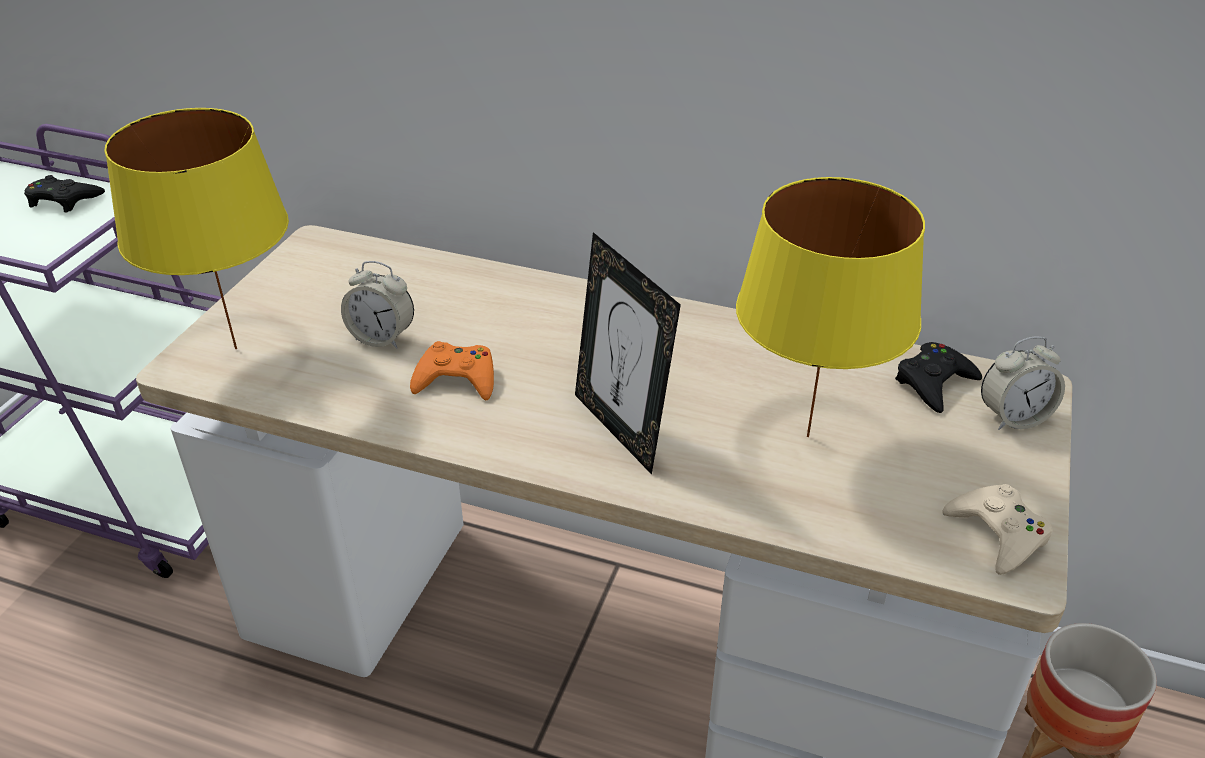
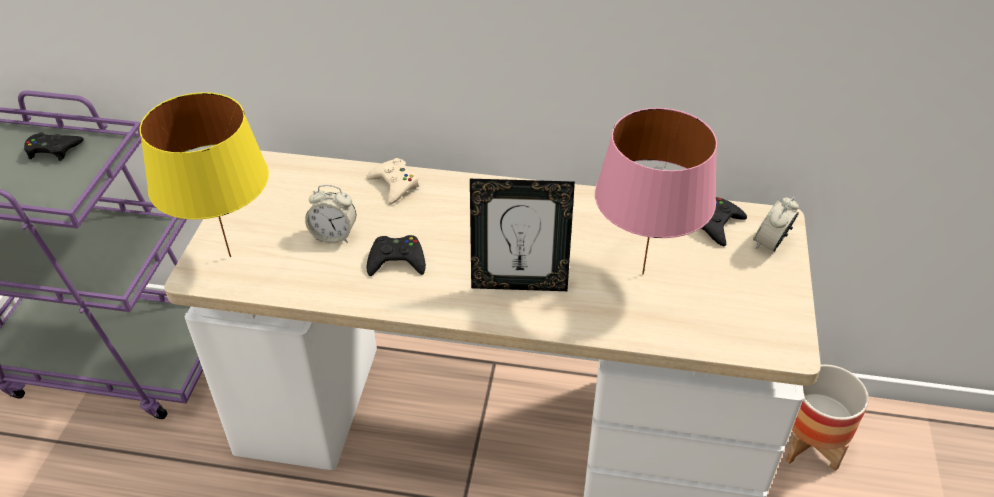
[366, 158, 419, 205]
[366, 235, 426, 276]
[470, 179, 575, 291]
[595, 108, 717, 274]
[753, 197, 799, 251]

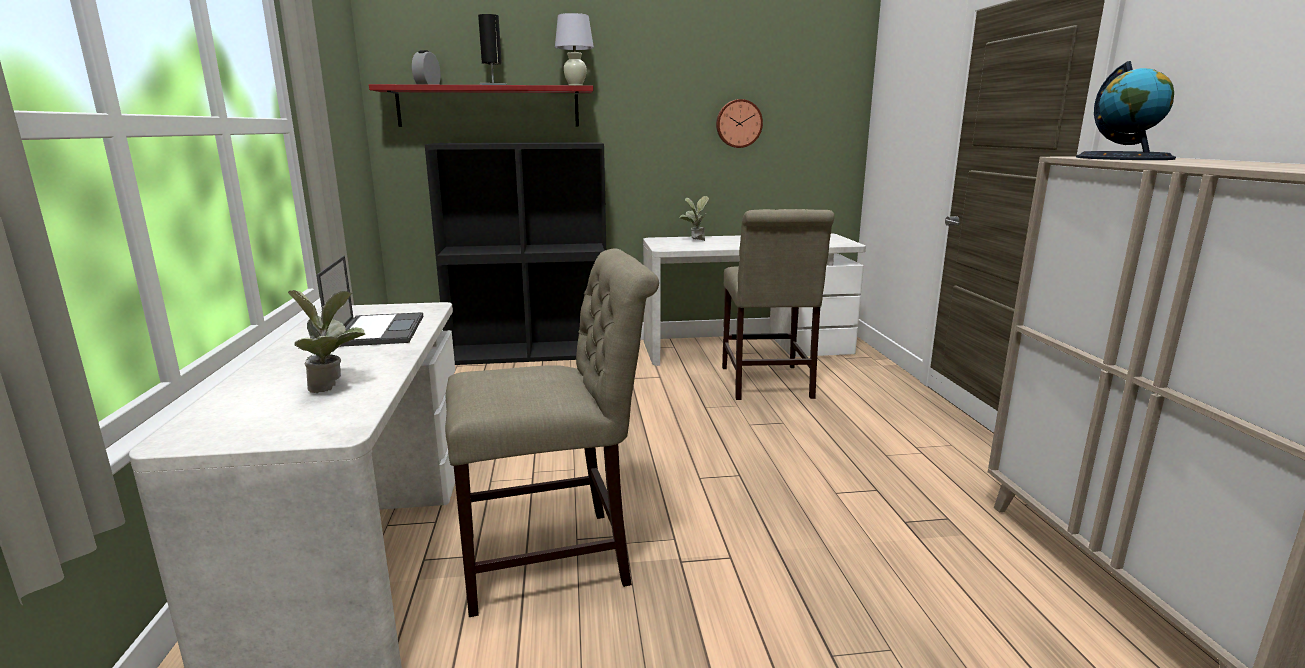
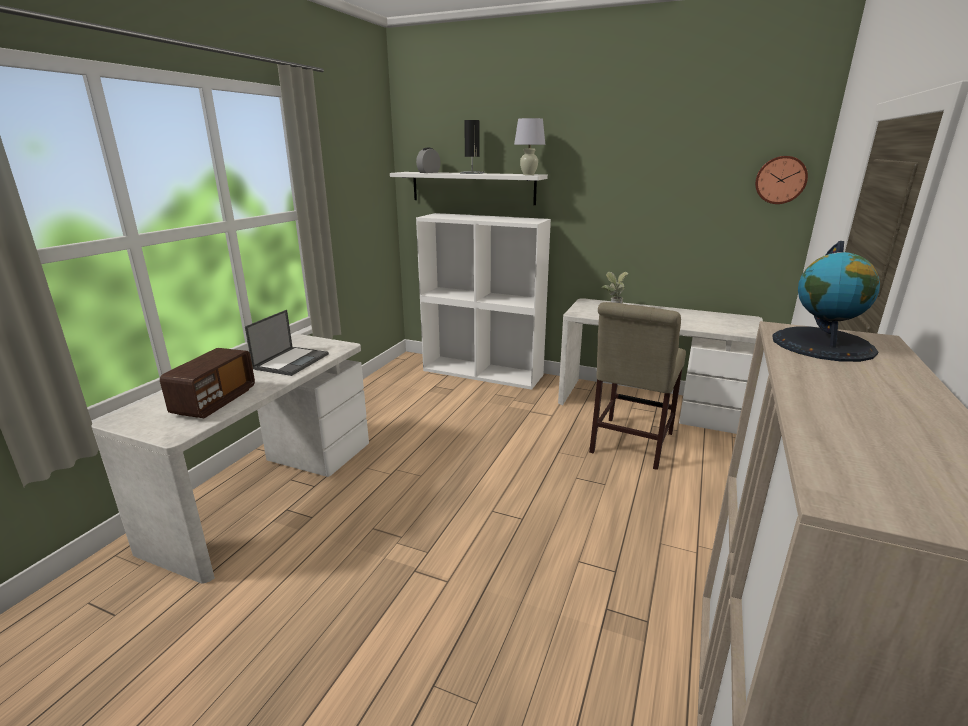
[160, 348, 255, 418]
[390, 172, 548, 205]
[416, 213, 551, 390]
[755, 156, 808, 204]
[445, 249, 659, 617] (first image)

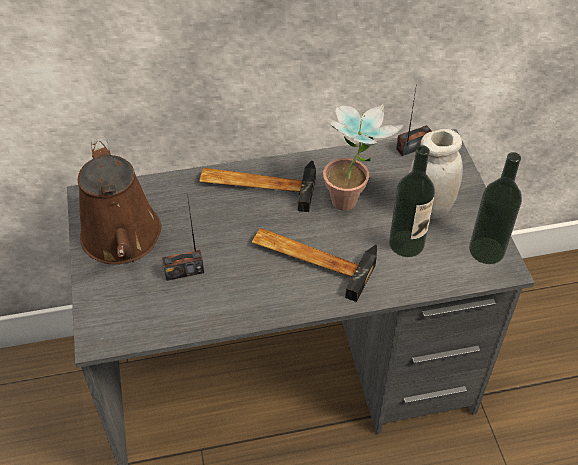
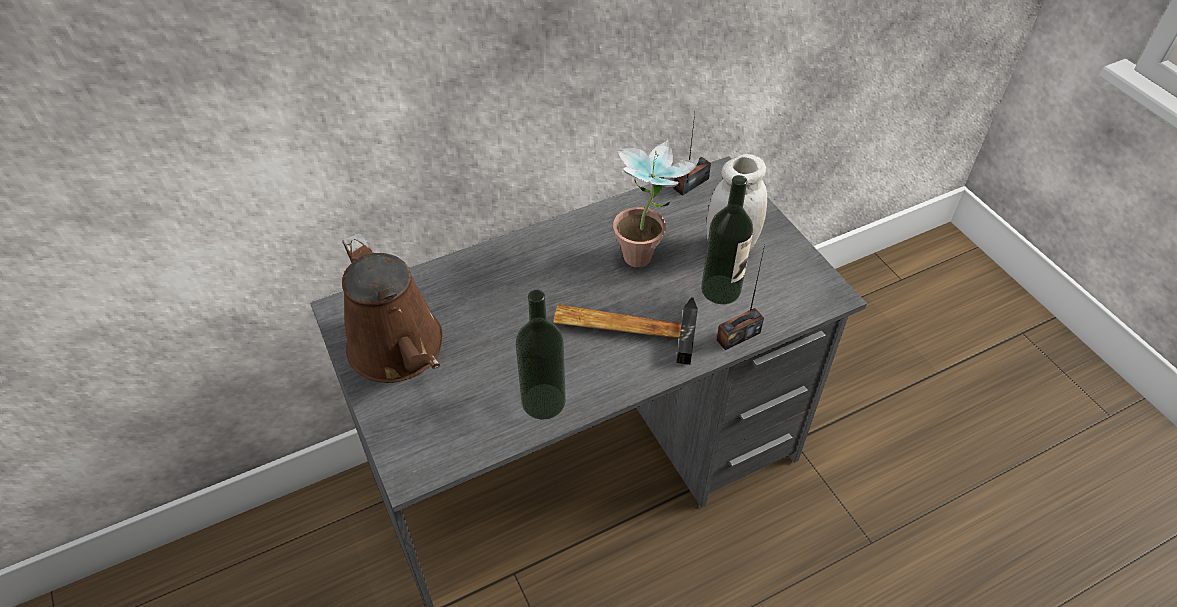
[516, 290, 566, 420]
[717, 245, 765, 350]
[199, 161, 316, 212] (first image)

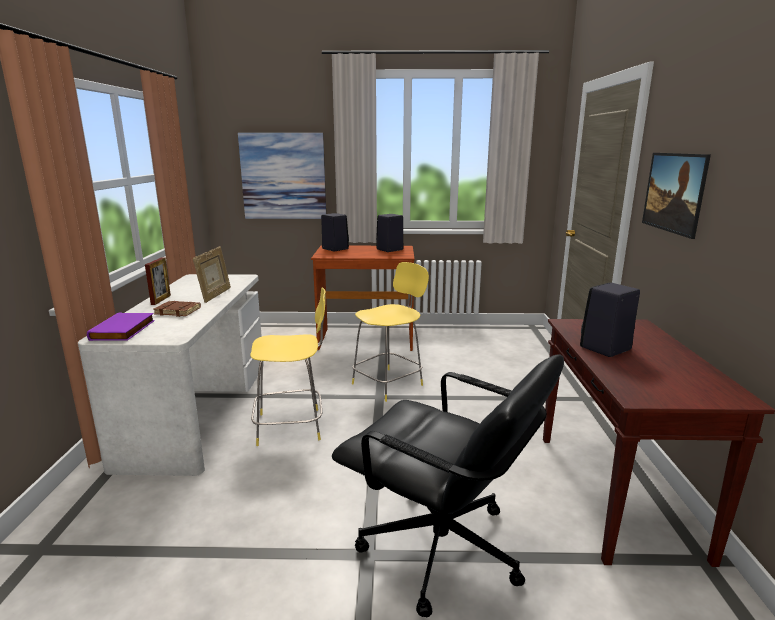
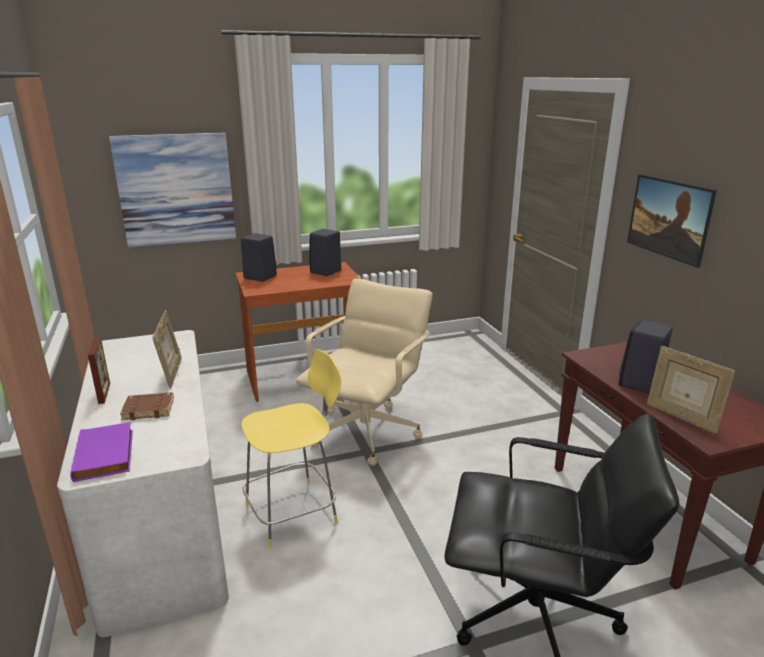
[296, 278, 433, 466]
[647, 346, 735, 433]

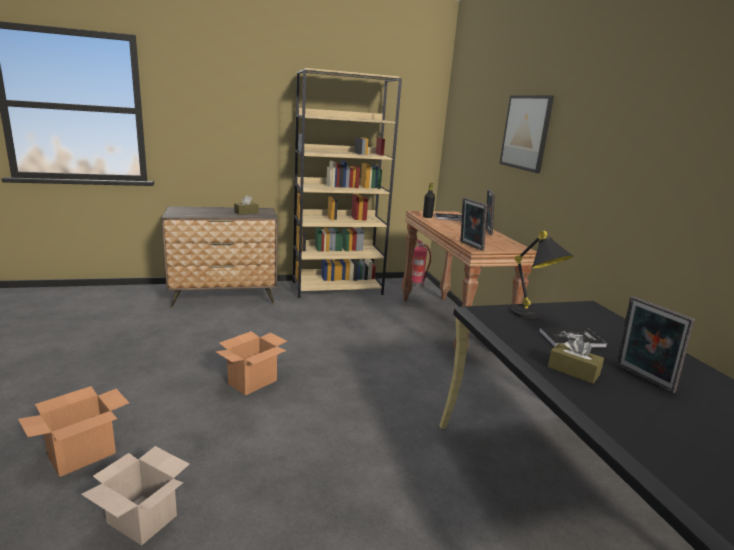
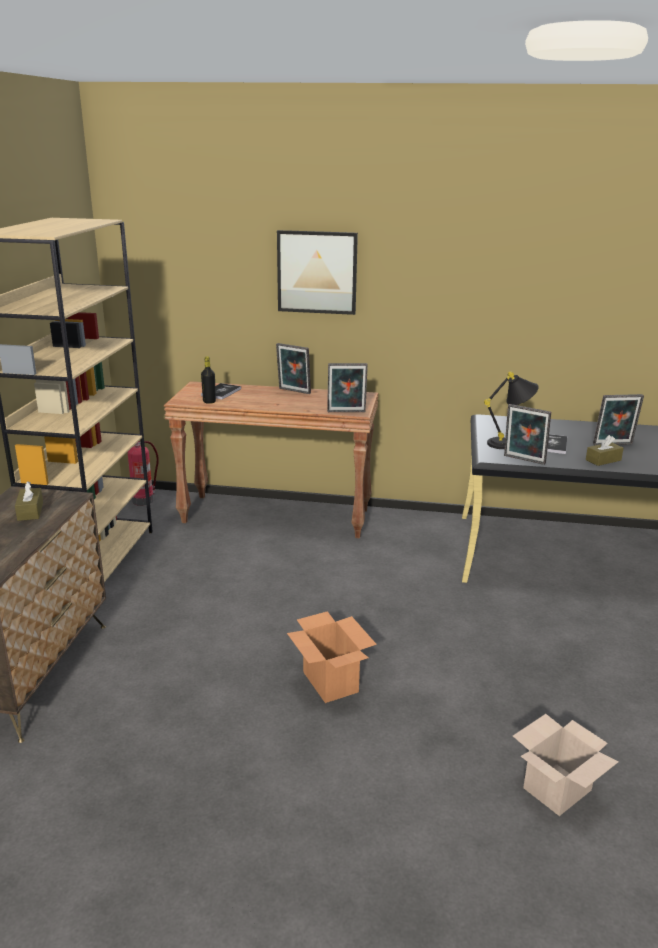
[504, 404, 551, 465]
[18, 386, 129, 477] (first image)

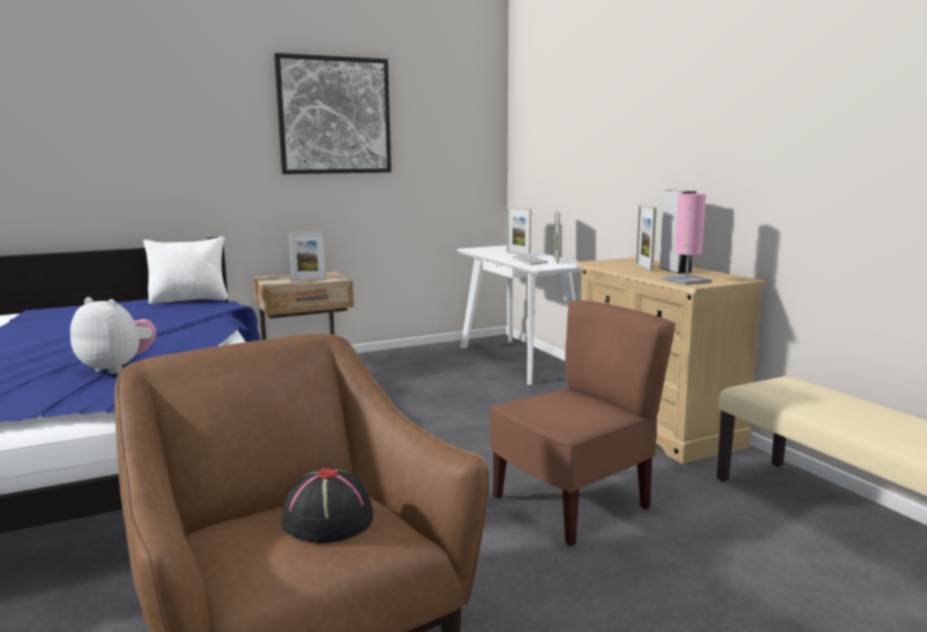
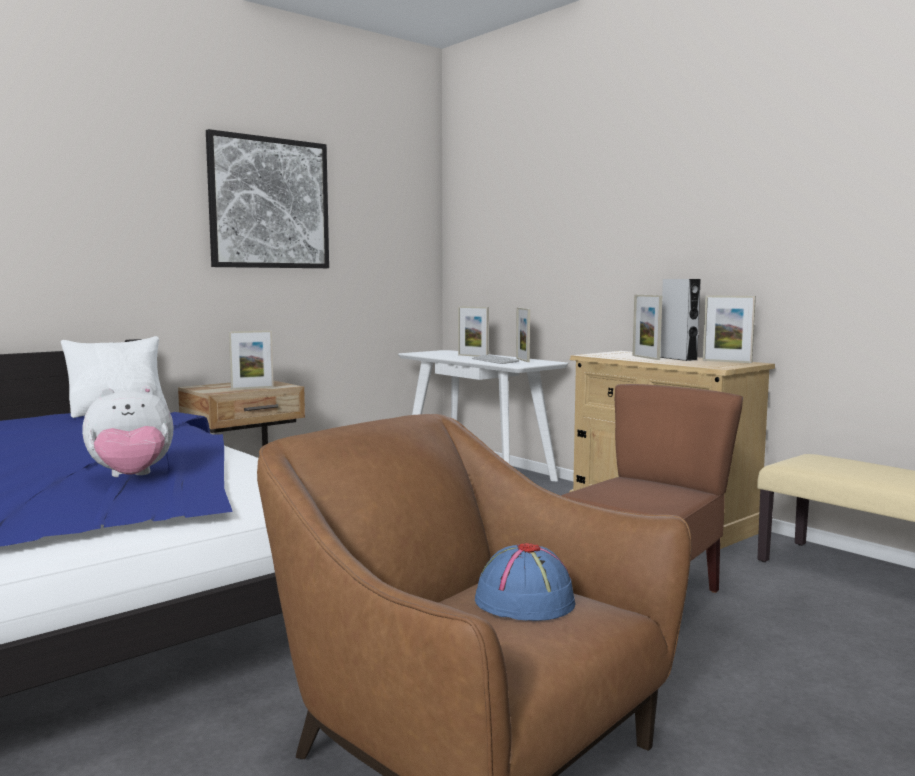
[82, 386, 174, 477]
[475, 543, 575, 621]
[703, 295, 756, 363]
[662, 193, 712, 285] (first image)

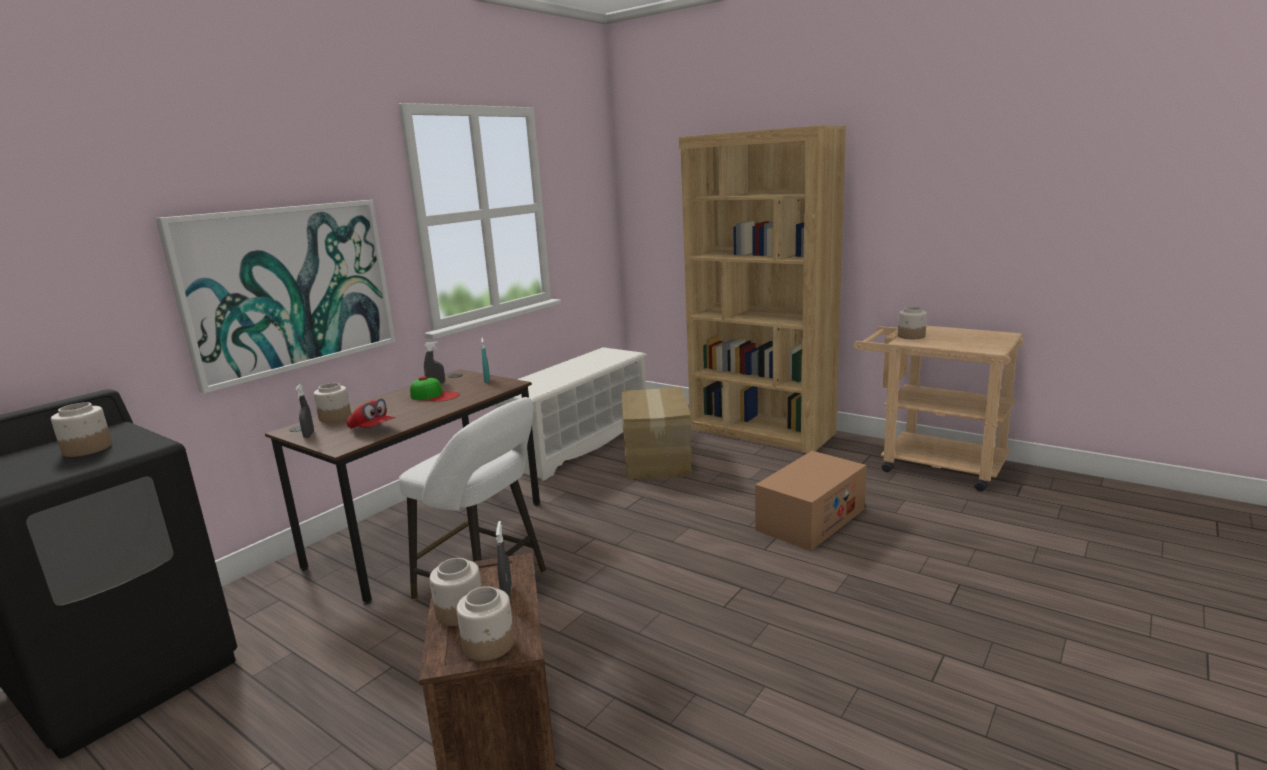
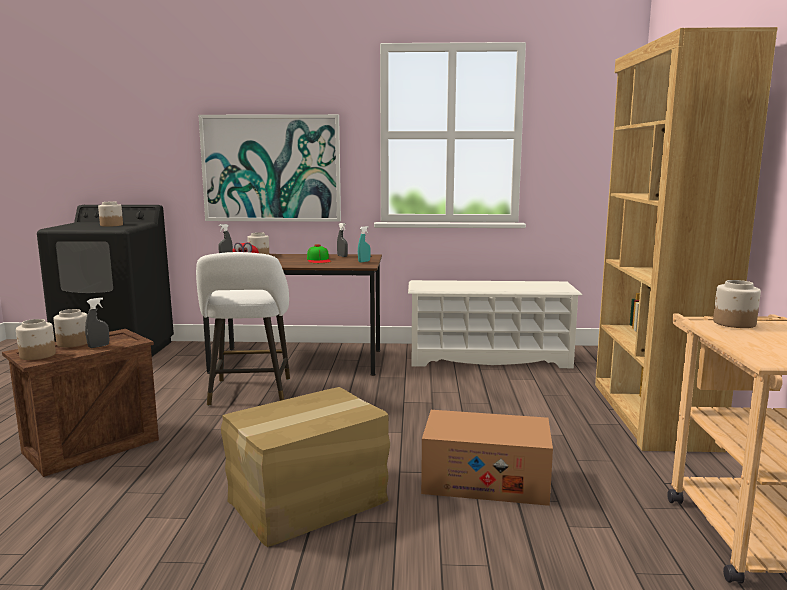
[221, 387, 390, 547]

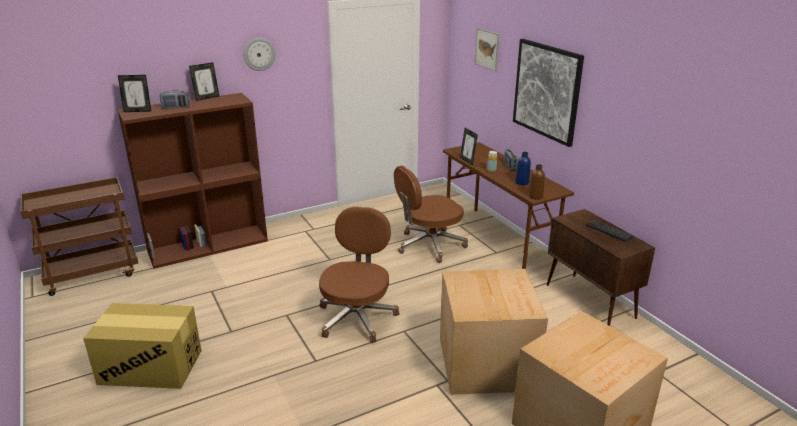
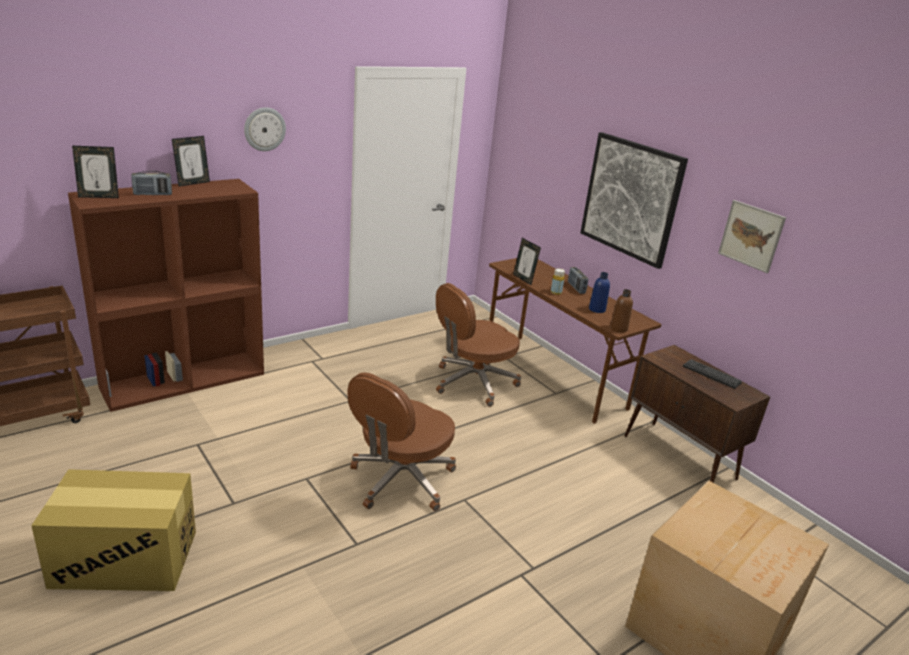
[348, 372, 456, 511]
[718, 200, 786, 273]
[440, 269, 548, 395] (first image)

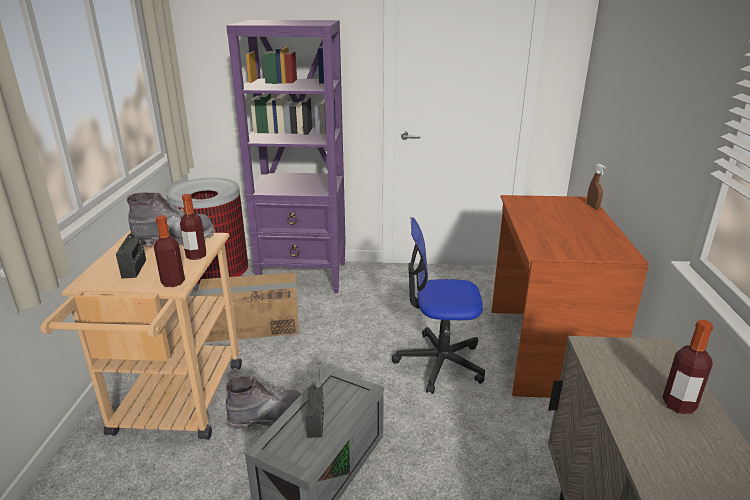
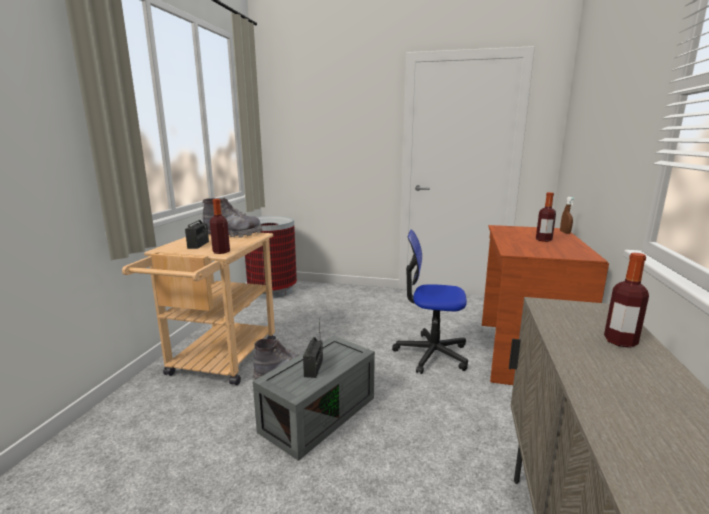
[536, 192, 556, 242]
[195, 272, 299, 342] (first image)
[226, 20, 346, 293] (first image)

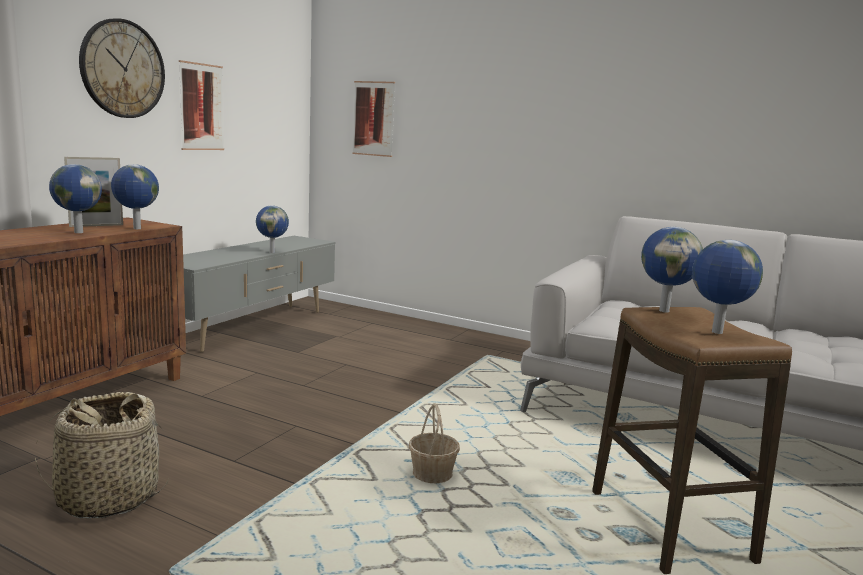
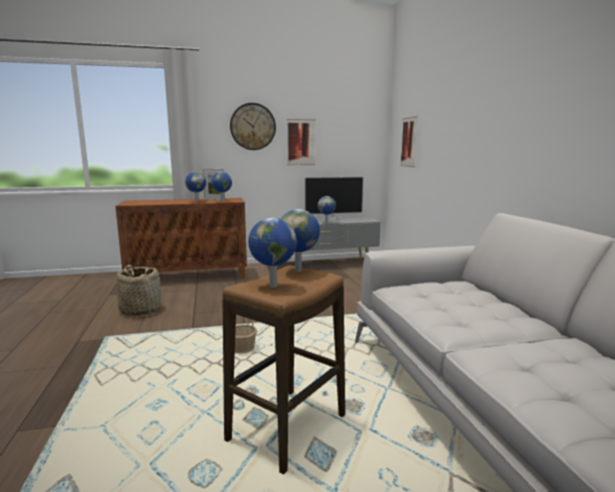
[304, 177, 364, 219]

